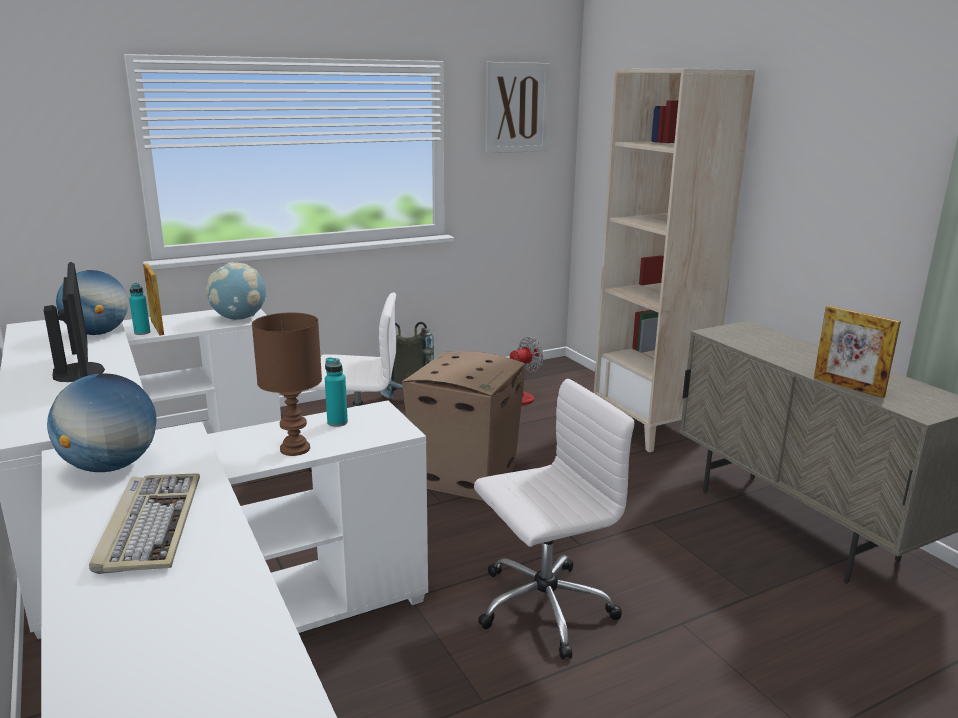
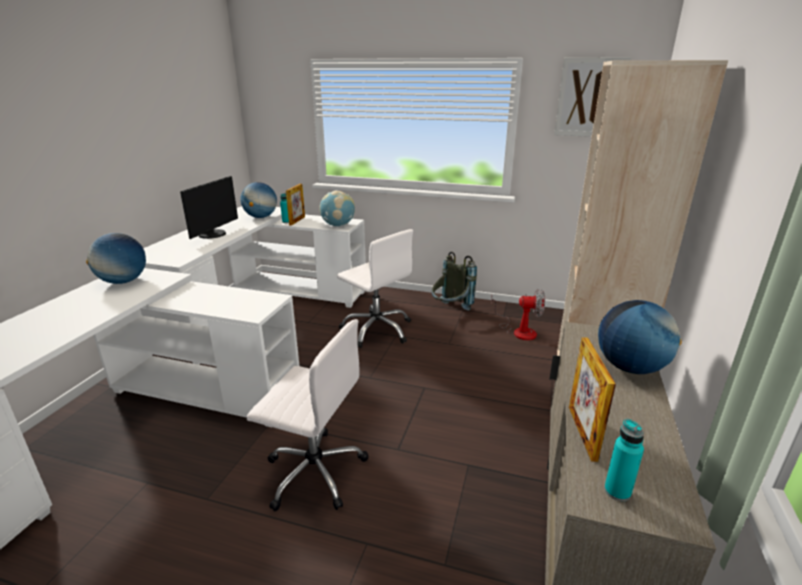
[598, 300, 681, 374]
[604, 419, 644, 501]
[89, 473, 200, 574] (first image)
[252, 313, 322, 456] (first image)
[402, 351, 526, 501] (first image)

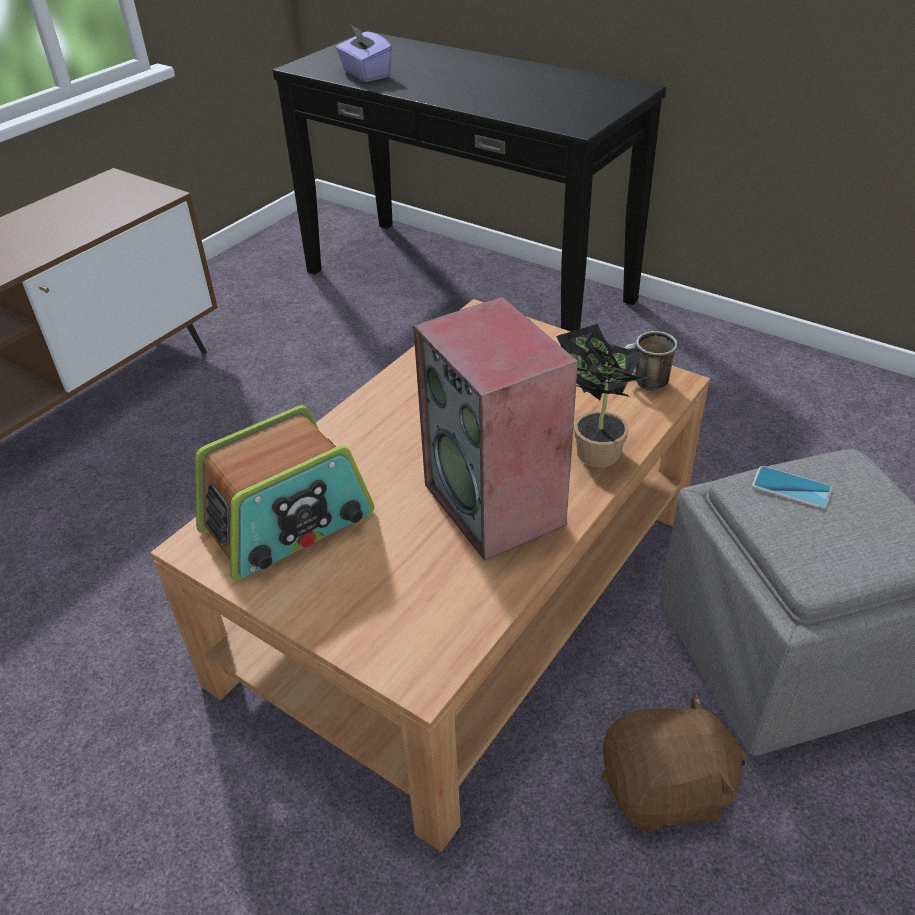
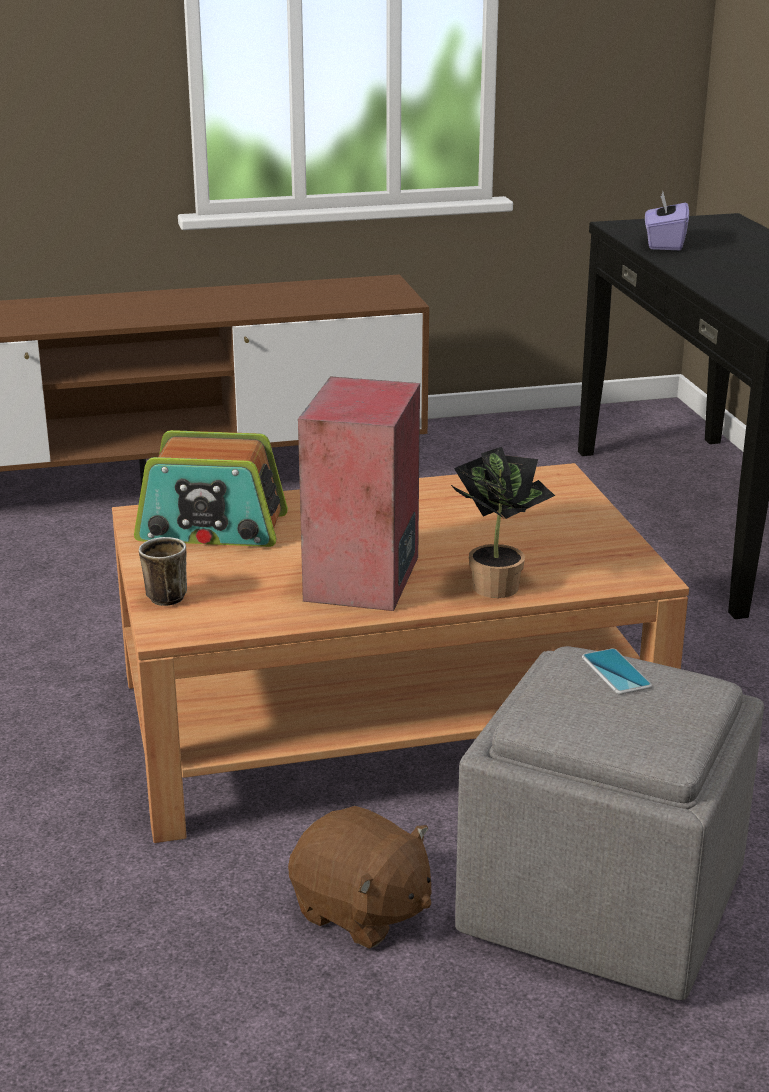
[139, 537, 187, 606]

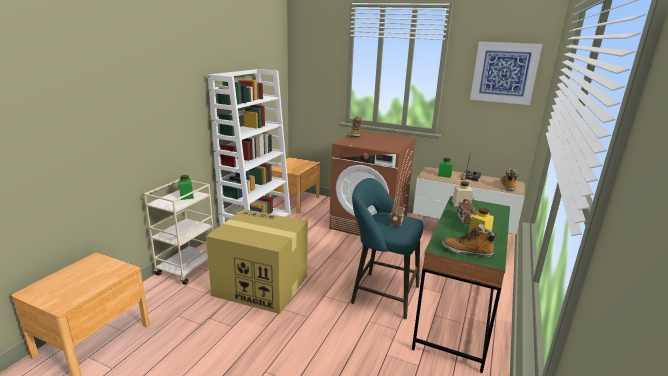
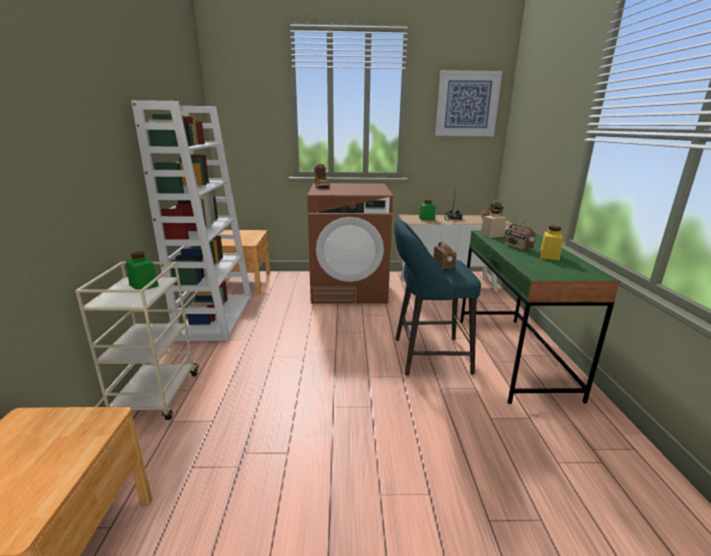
[206, 209, 308, 314] (first image)
[442, 224, 497, 257] (first image)

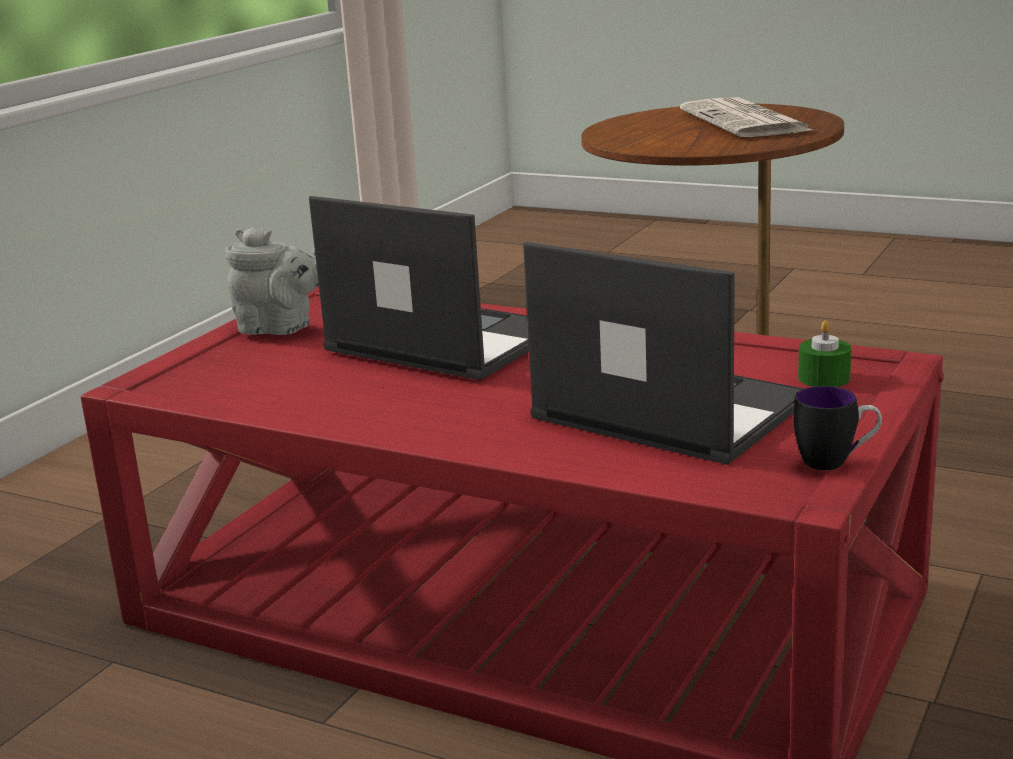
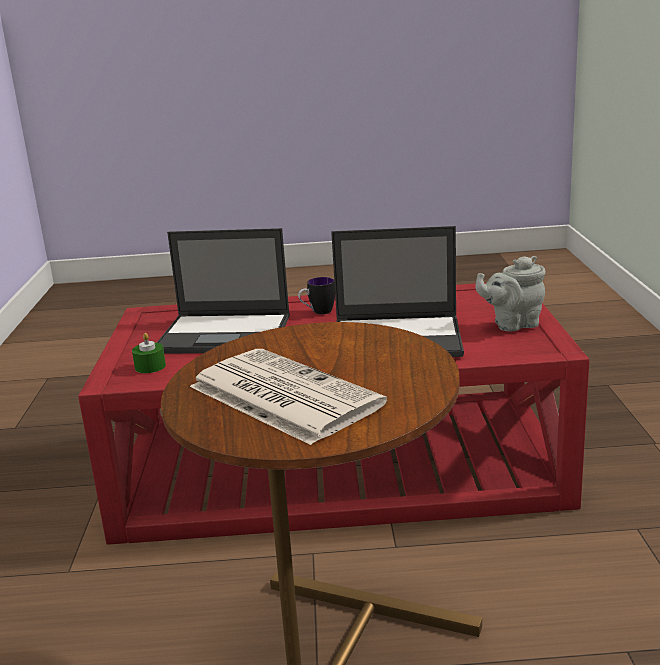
[298, 277, 335, 314]

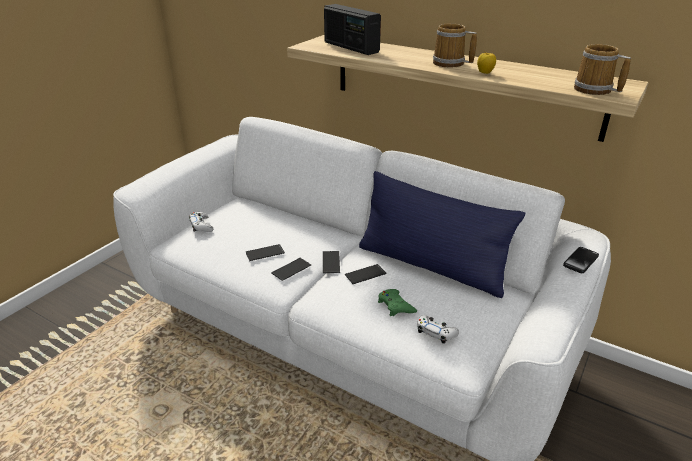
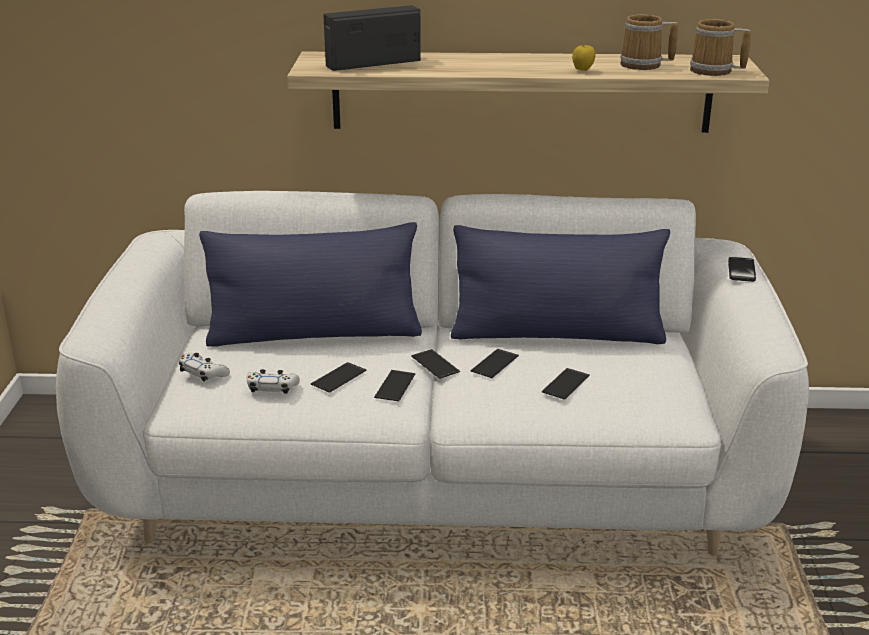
[199, 222, 422, 347]
[247, 369, 300, 394]
[323, 5, 421, 71]
[542, 368, 590, 400]
[620, 14, 678, 70]

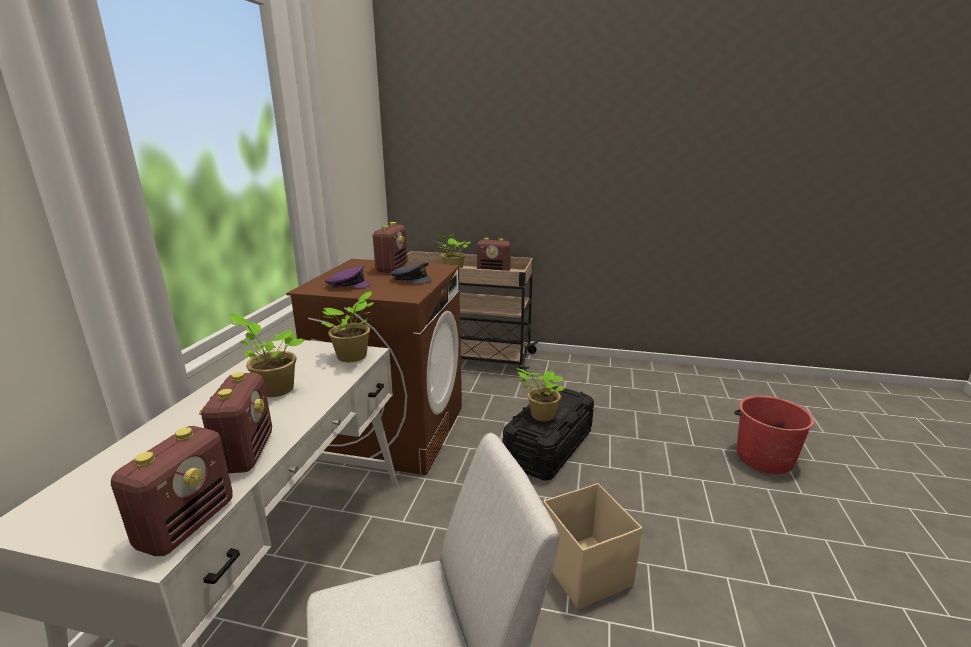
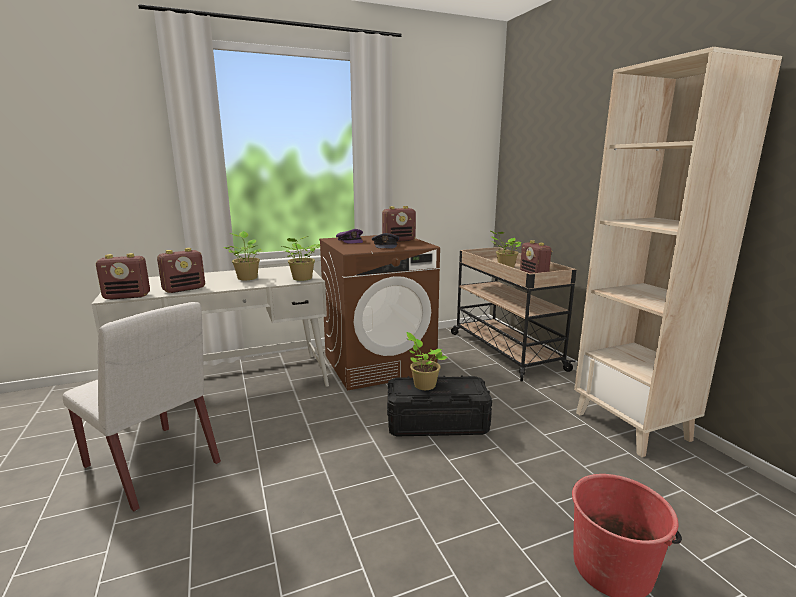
[574, 47, 782, 457]
[543, 483, 642, 609] (first image)

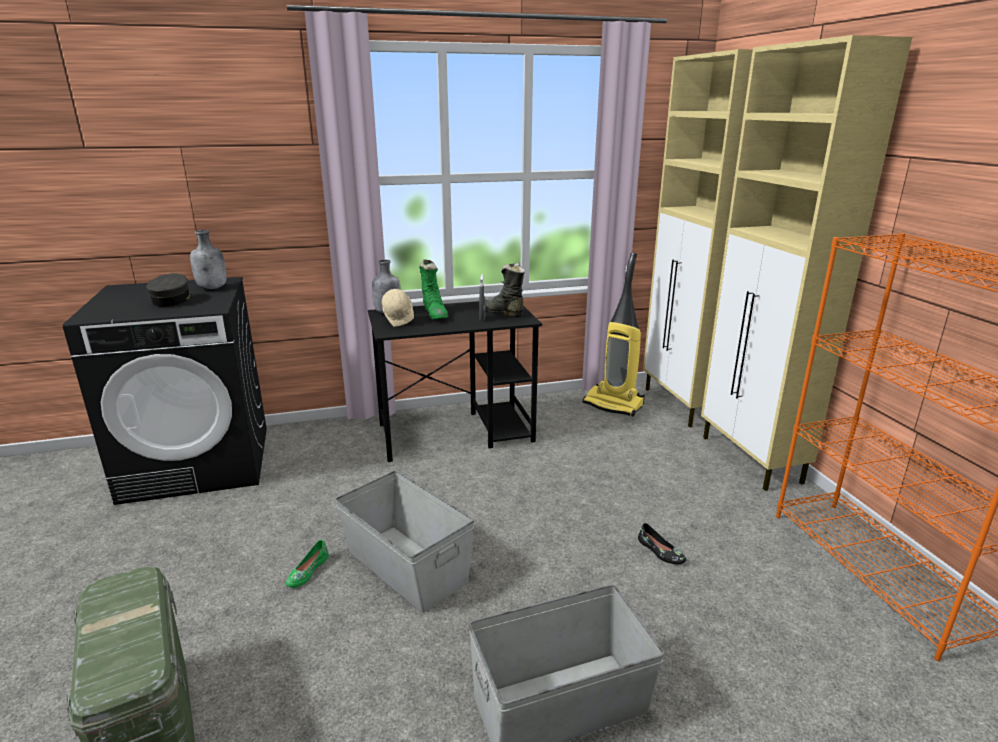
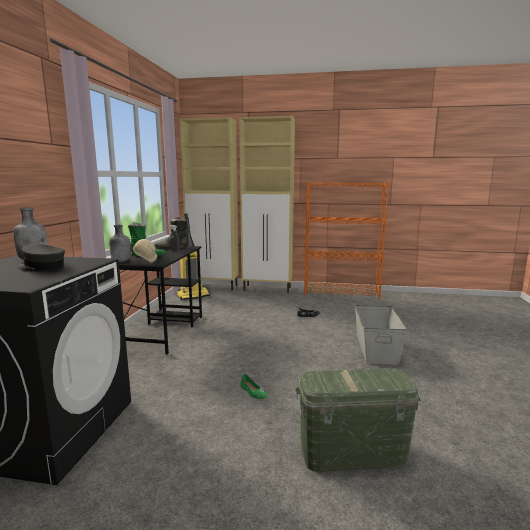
[335, 471, 474, 613] (first image)

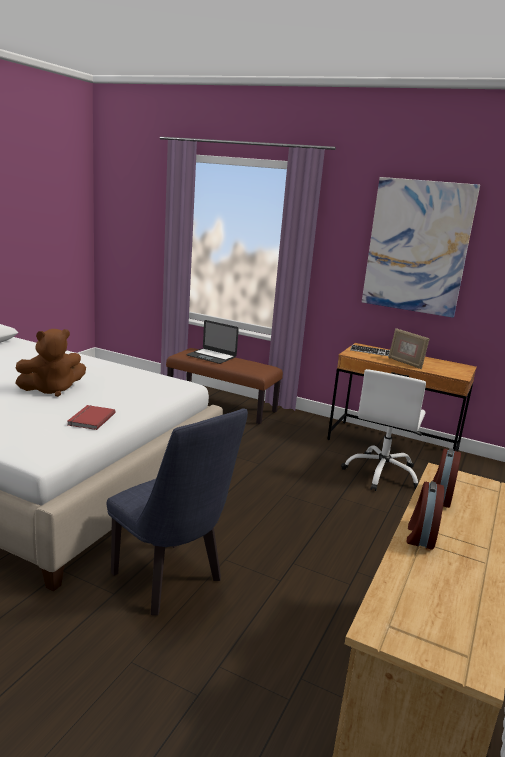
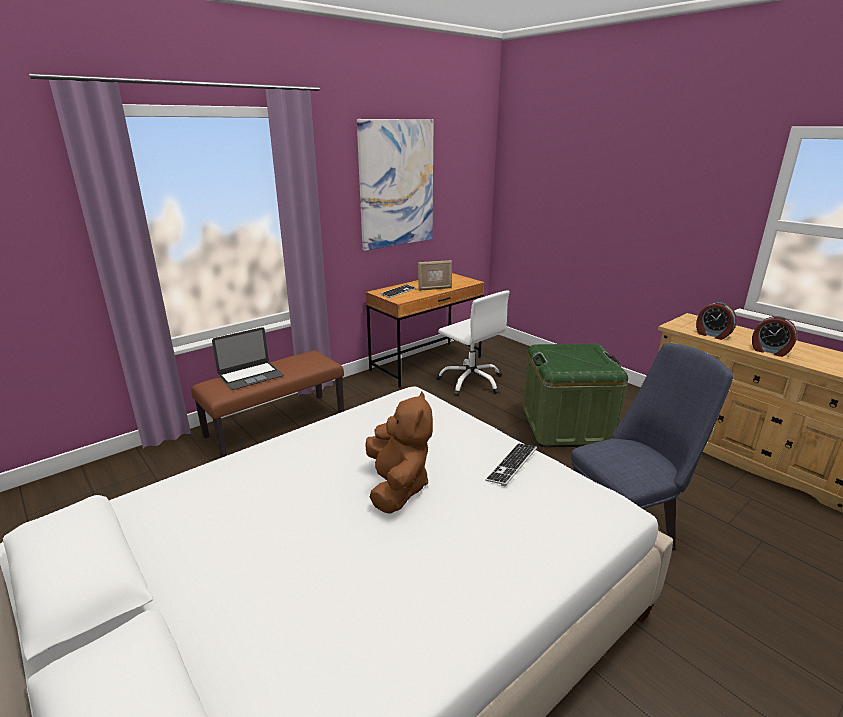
[485, 443, 537, 487]
[523, 344, 628, 447]

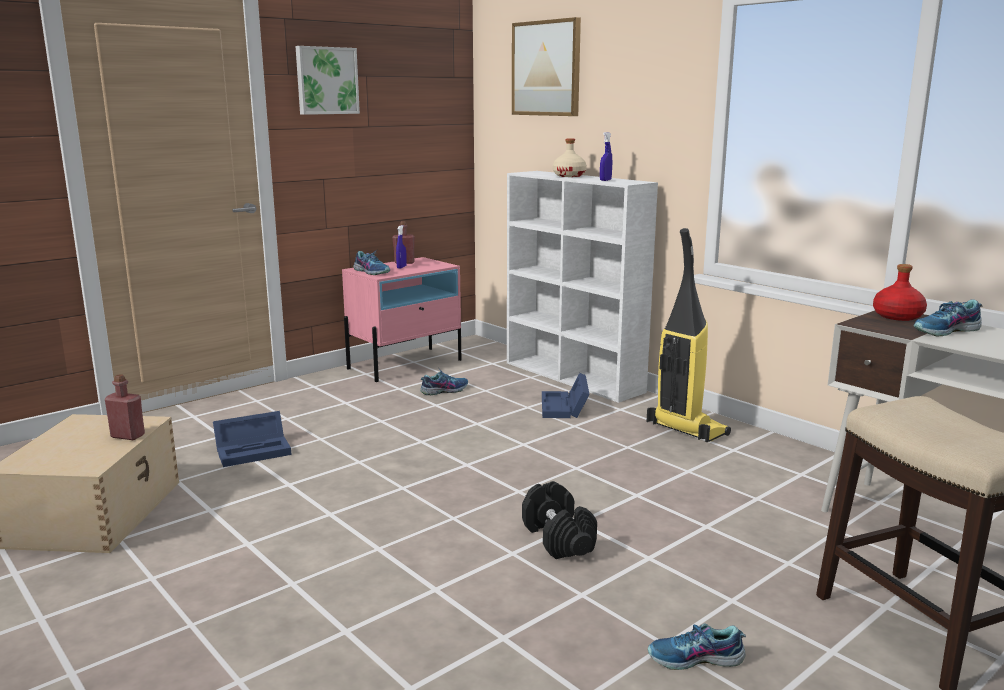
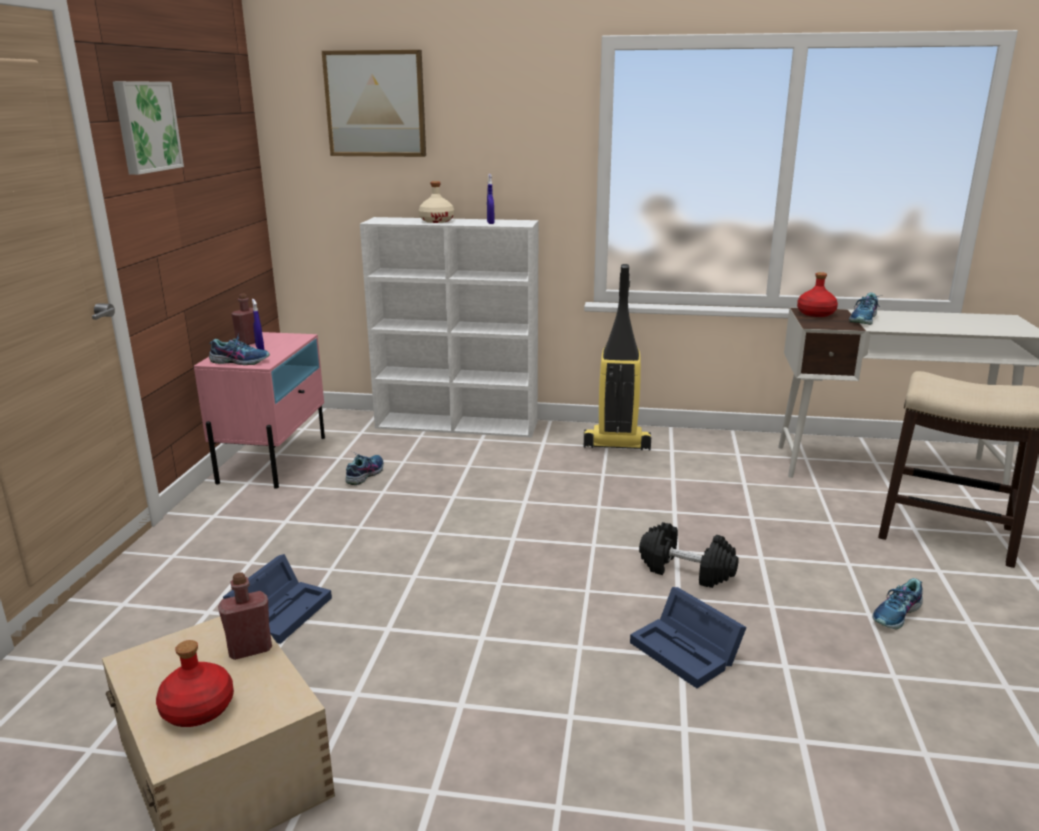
[156, 640, 234, 727]
[630, 587, 747, 688]

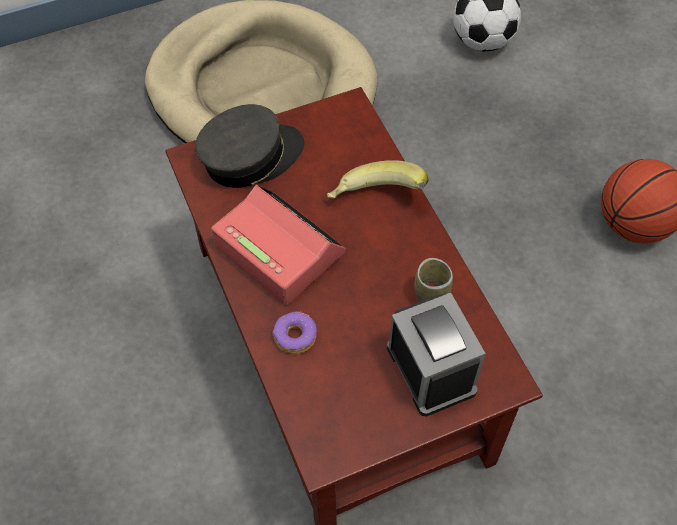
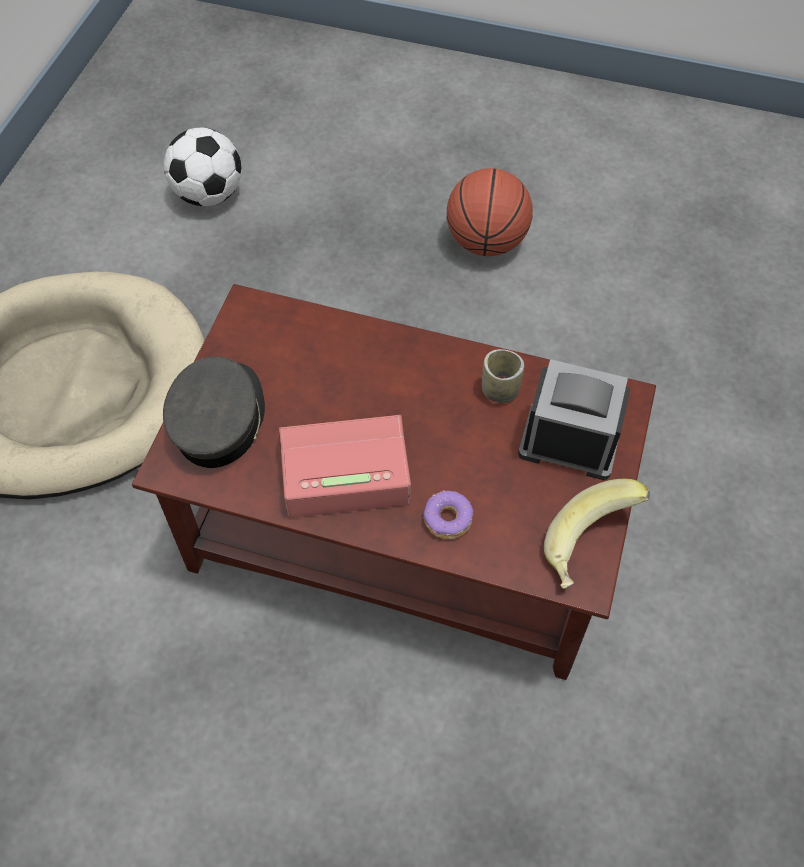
[544, 479, 650, 589]

